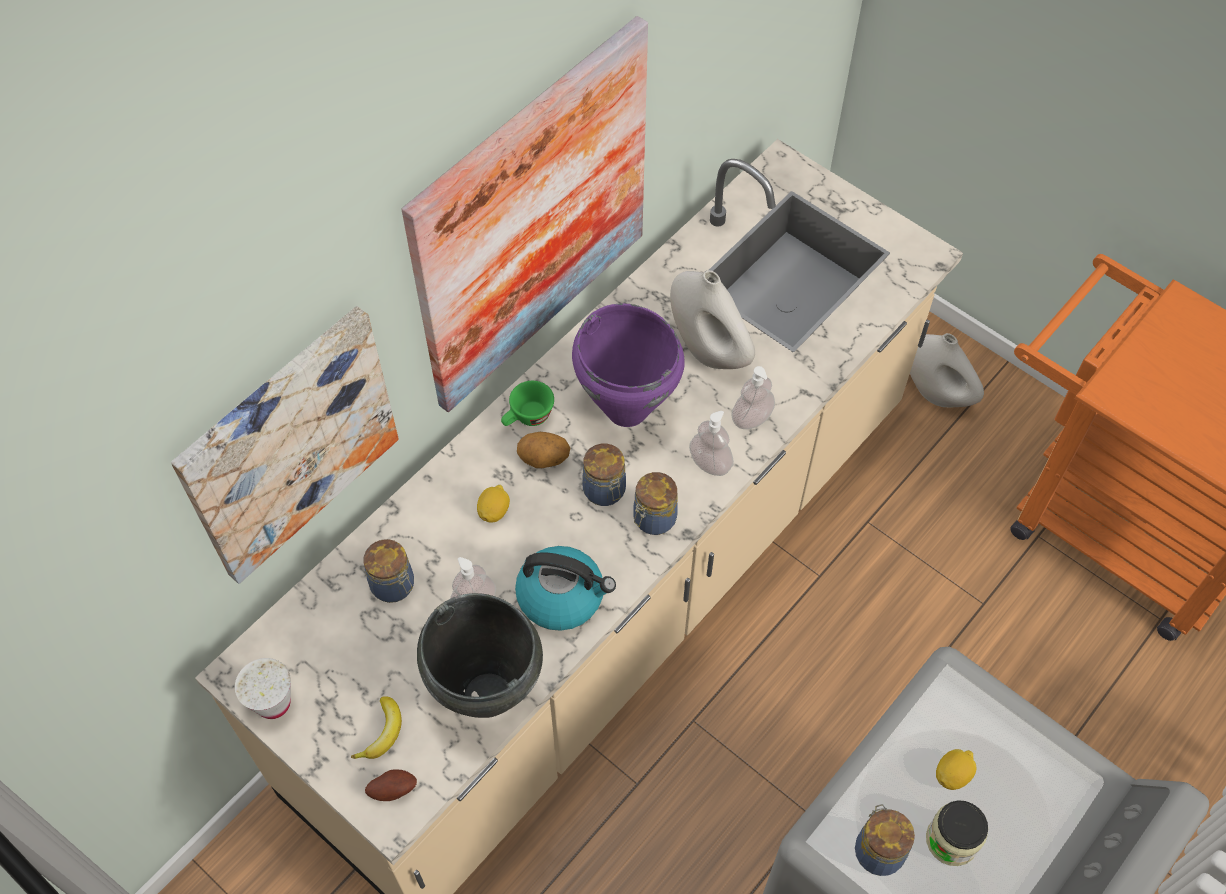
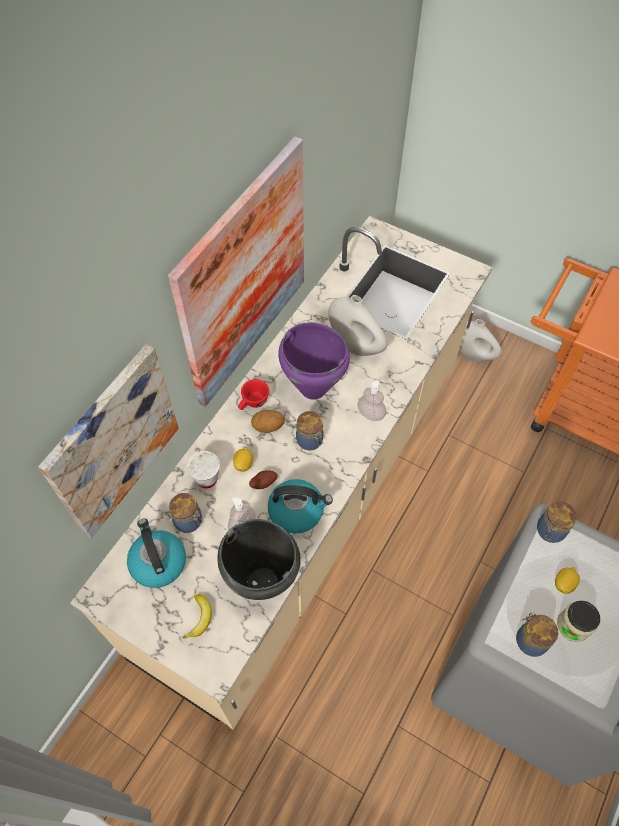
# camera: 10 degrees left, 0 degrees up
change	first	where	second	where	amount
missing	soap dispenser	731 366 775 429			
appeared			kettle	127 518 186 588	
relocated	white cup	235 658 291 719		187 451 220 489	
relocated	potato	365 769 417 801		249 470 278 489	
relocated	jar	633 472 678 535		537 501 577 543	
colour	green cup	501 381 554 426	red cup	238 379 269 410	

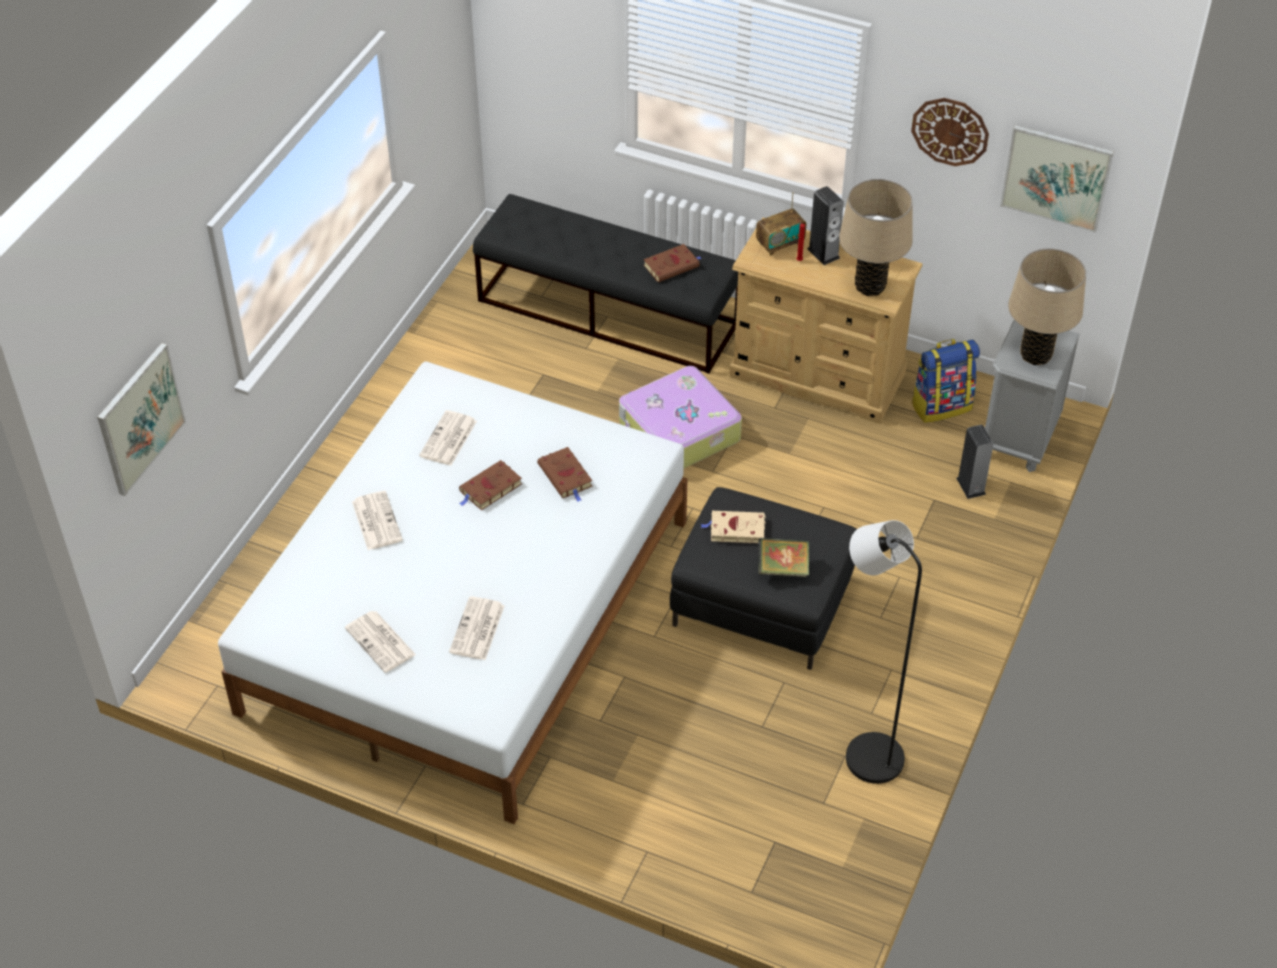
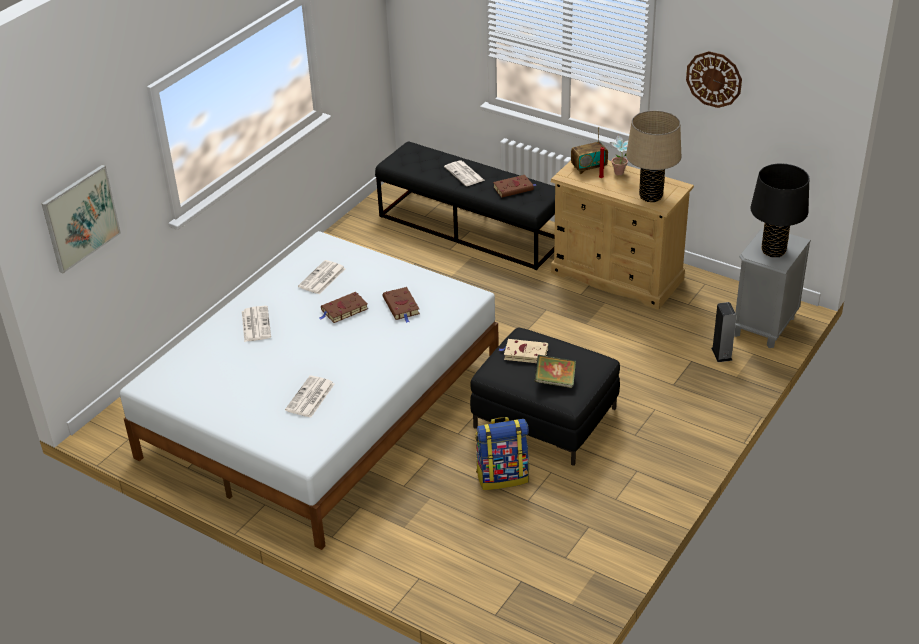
# camera: 10 degrees right, 10 degrees down
change	first	where	second	where	amount
missing	suitcase	619 366 742 468			
missing	black floor lamp	846 520 922 784			
missing	picture	1000 125 1114 233			
relocated	newspaper	345 611 416 673		444 160 485 186	
relocated	backpack	911 339 980 423		476 417 529 490	
exchanged	speaker	807 186 844 265	potted plant	609 133 628 176	
colour	beige table lamp	1008 248 1086 365	black table lamp	750 163 809 257	

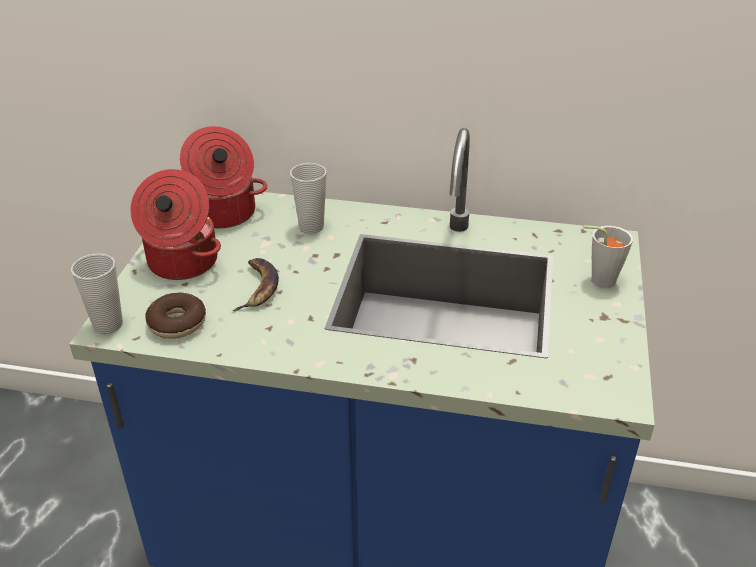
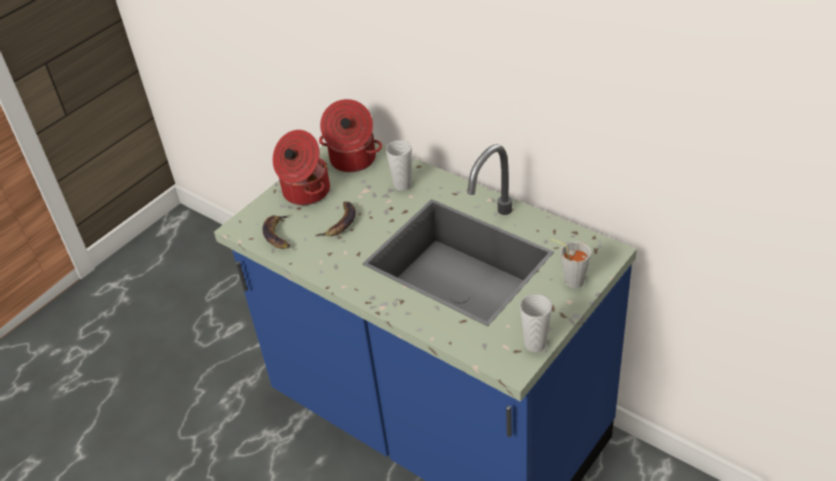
# camera: 30 degrees right, 5 degrees up
change	first	where	second	where	amount
relocated	cup	71 253 123 334		520 294 552 352	
exchanged	donut	145 293 206 339	banana	263 215 290 249	

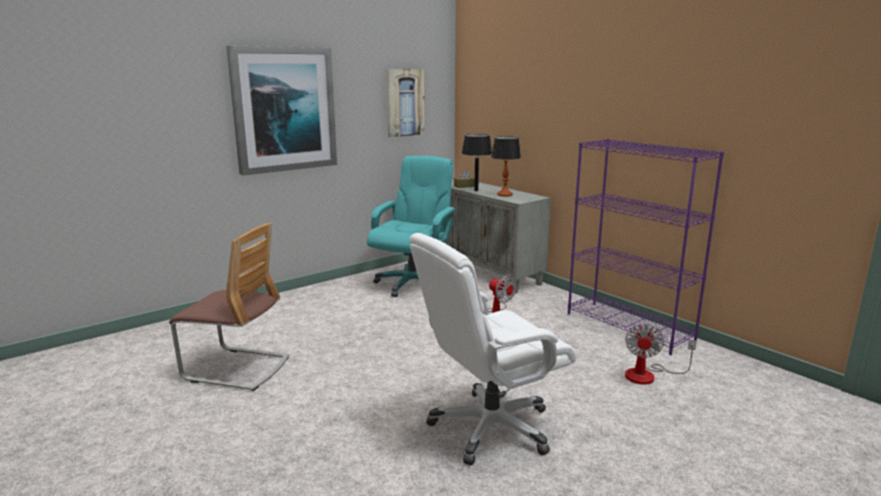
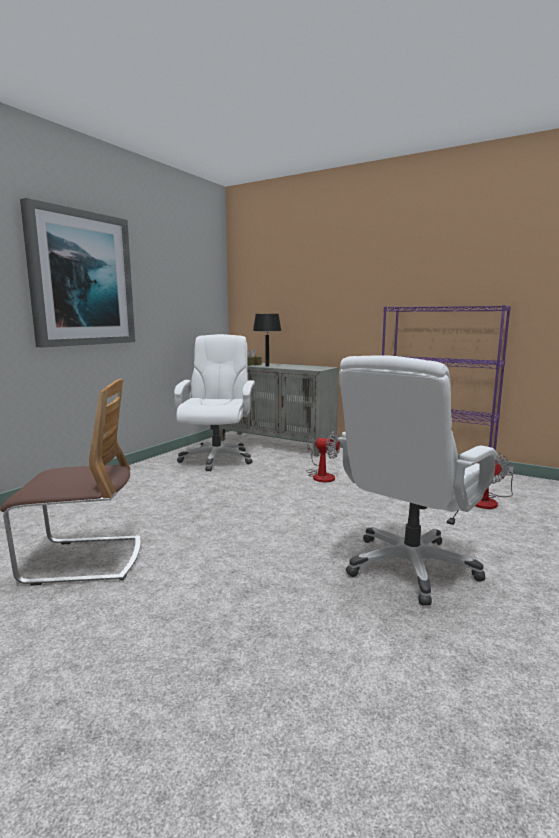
# camera: 20 degrees left, 5 degrees down
change	first	where	second	where	amount
missing	picture	386 69 425 137			
missing	table lamp	491 136 521 196			
colour	turquoise office chair	367 156 456 297	white office chair	174 334 255 471	

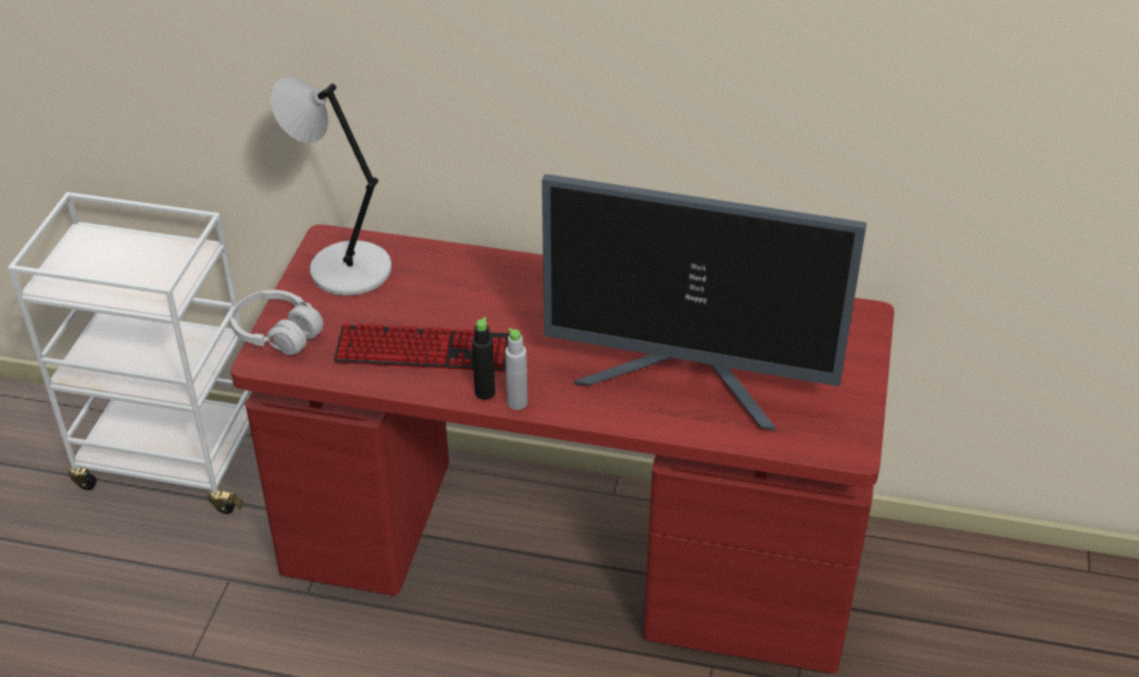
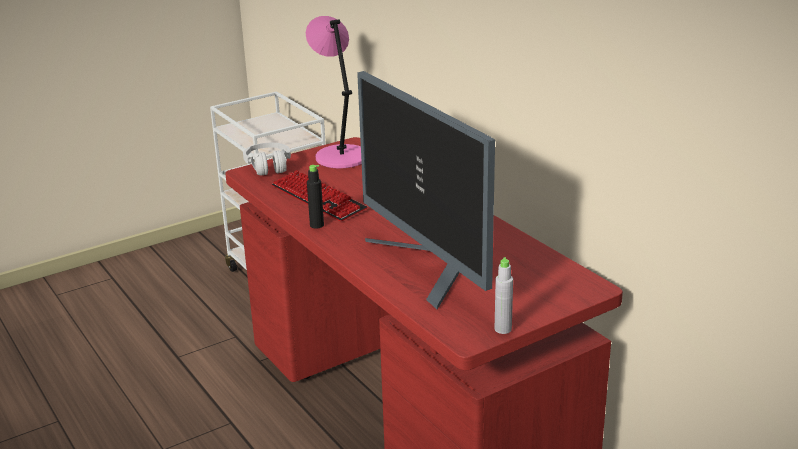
# camera: 45 degrees right, 15 degrees down
change	first	where	second	where	amount
relocated	grey bottle	505 328 528 410		495 257 513 334	
colour	grey table lamp	270 77 392 296	pink table lamp	306 16 362 168	

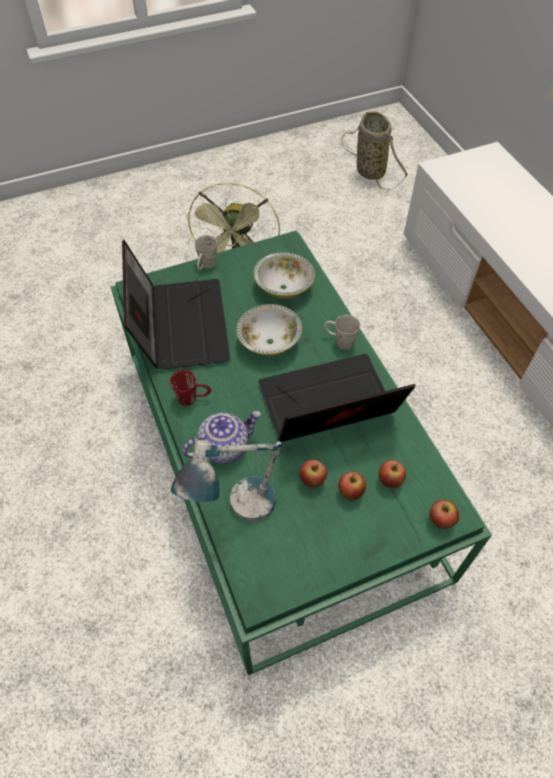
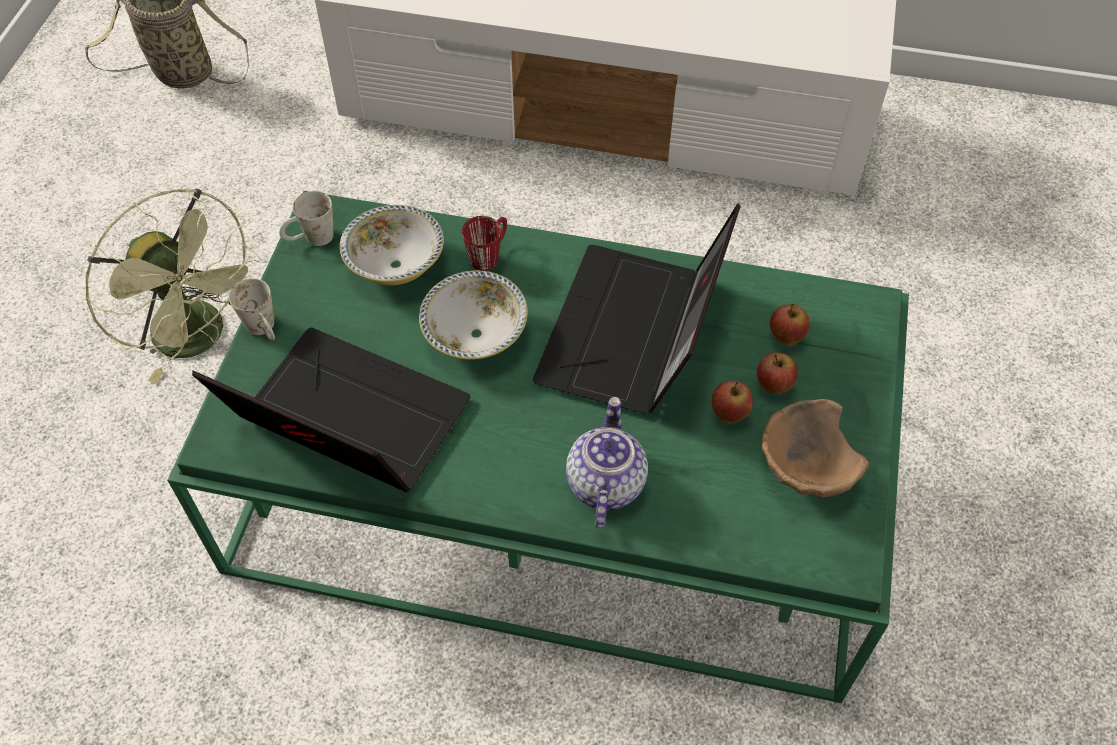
# camera: 55 degrees left, 0 degrees up
change	first	where	second	where	amount
missing	table lamp	171 440 283 522			
missing	apple	429 500 459 529			
appeared			brown bowl	761 399 869 497	
relocated	red mug	170 370 211 406		462 216 507 271	
relocated	white mug	324 315 360 350		279 191 334 246	

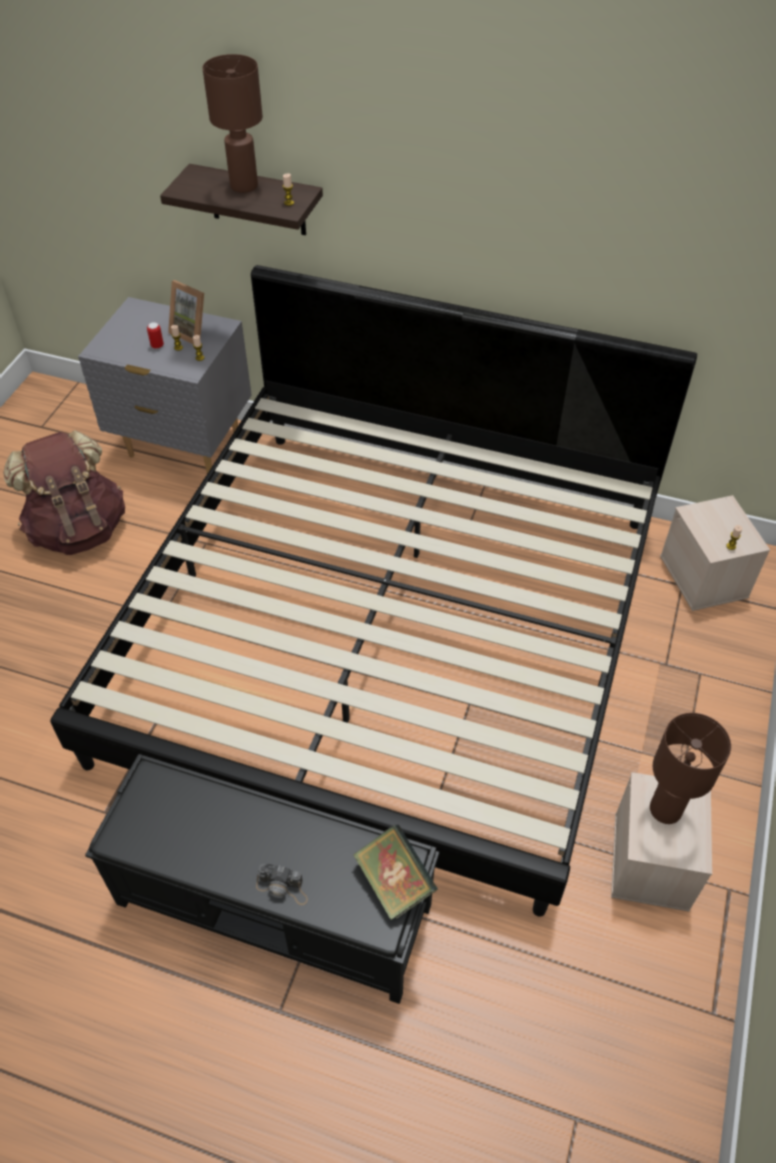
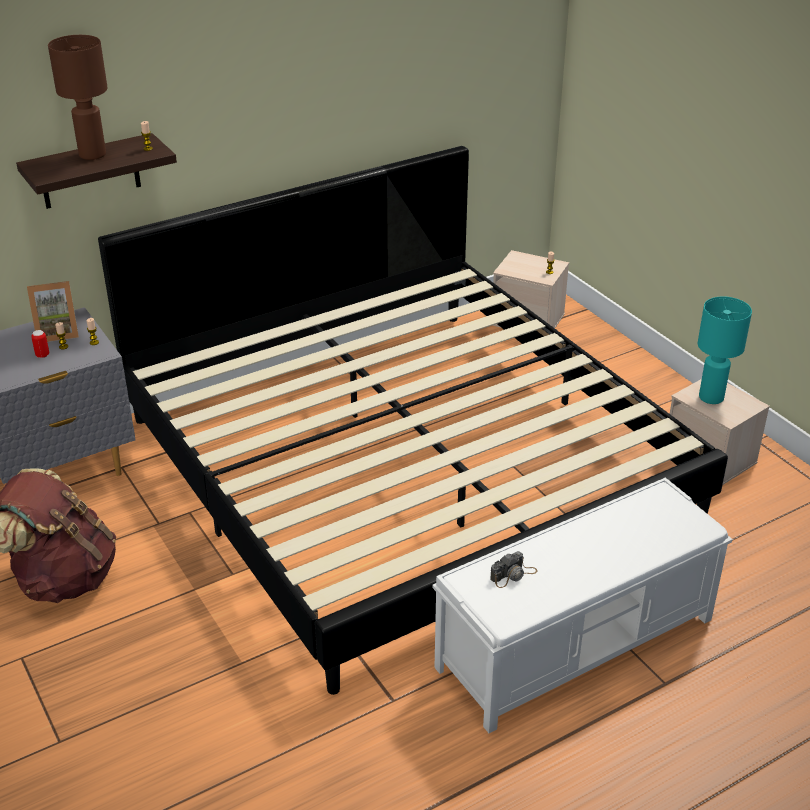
# camera: 50 degrees left, 15 degrees down
change	first	where	second	where	amount
missing	book	353 825 438 920			
relocated	photo camera	256 864 308 905		490 551 537 588	
colour	black bench	85 754 439 1004	white bench	433 478 733 733	
colour	brown table lamp	650 713 731 824	turquoise table lamp	698 296 752 404	

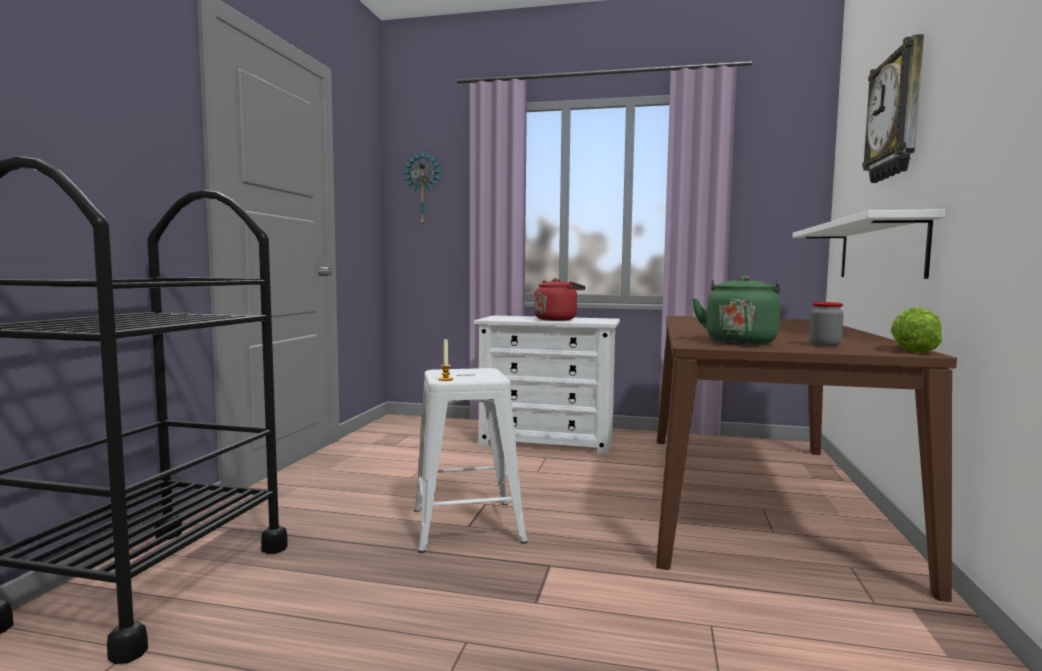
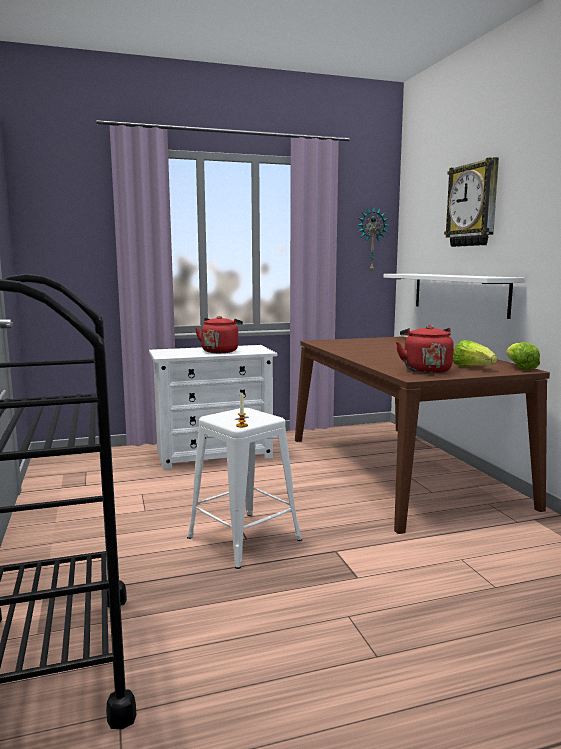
# camera: 30 degrees left, 5 degrees up
change	first	where	second	where	amount
relocated	wall clock	404 151 442 226		358 208 389 271	
exchanged	jar	809 302 844 347	lettuce	453 340 497 367	
colour	green kettle	692 275 780 345	red kettle	396 325 454 374	

